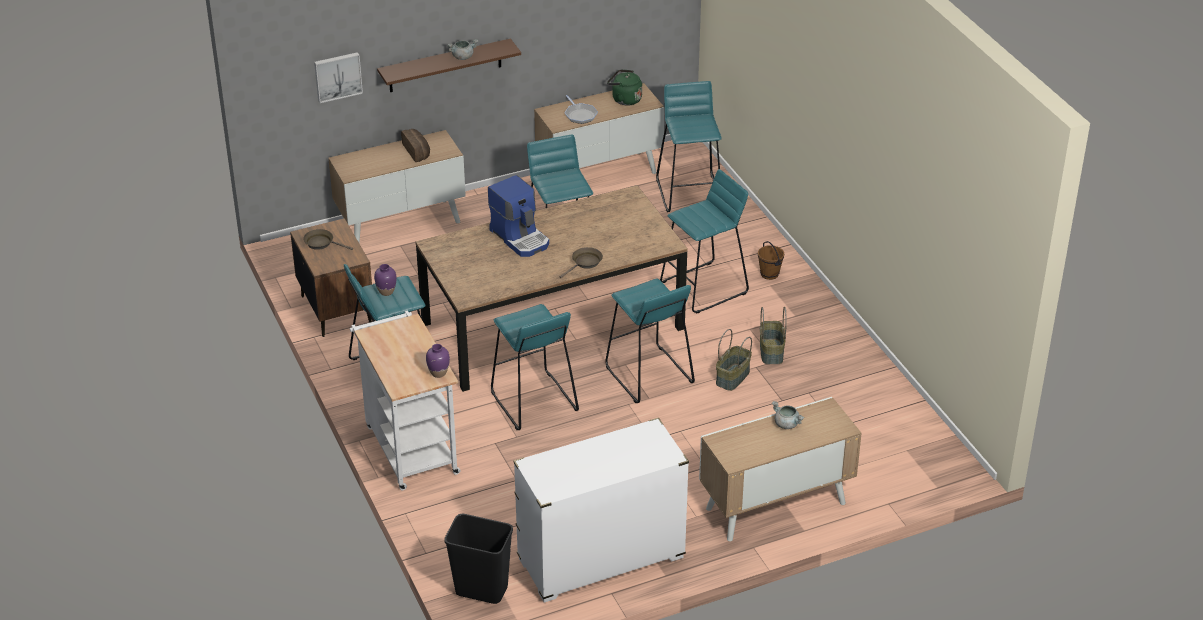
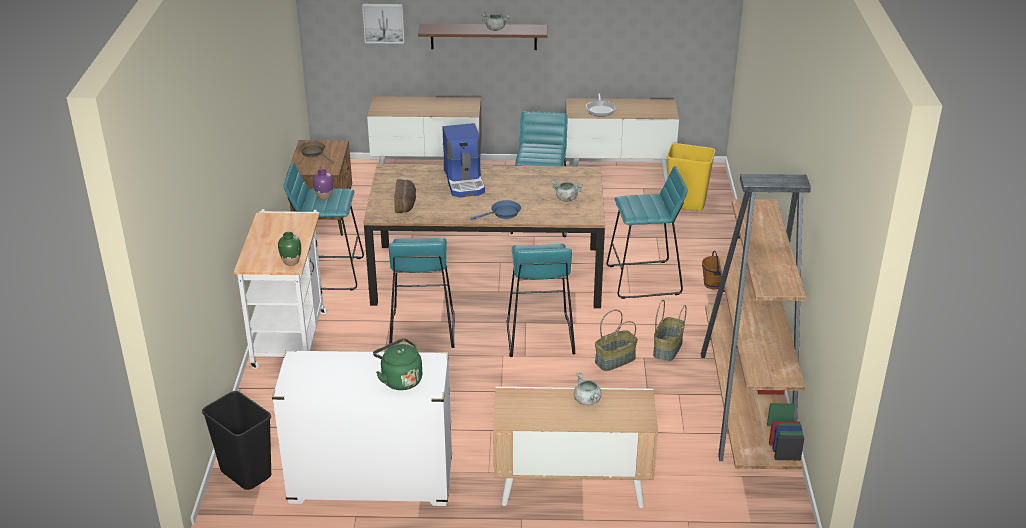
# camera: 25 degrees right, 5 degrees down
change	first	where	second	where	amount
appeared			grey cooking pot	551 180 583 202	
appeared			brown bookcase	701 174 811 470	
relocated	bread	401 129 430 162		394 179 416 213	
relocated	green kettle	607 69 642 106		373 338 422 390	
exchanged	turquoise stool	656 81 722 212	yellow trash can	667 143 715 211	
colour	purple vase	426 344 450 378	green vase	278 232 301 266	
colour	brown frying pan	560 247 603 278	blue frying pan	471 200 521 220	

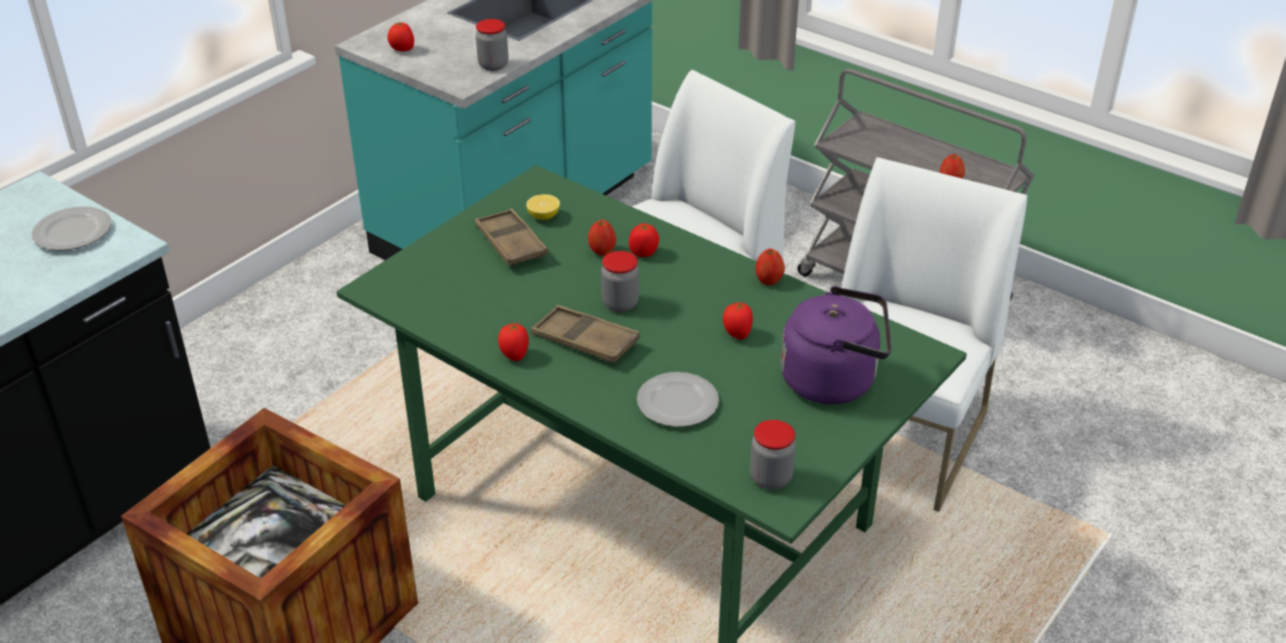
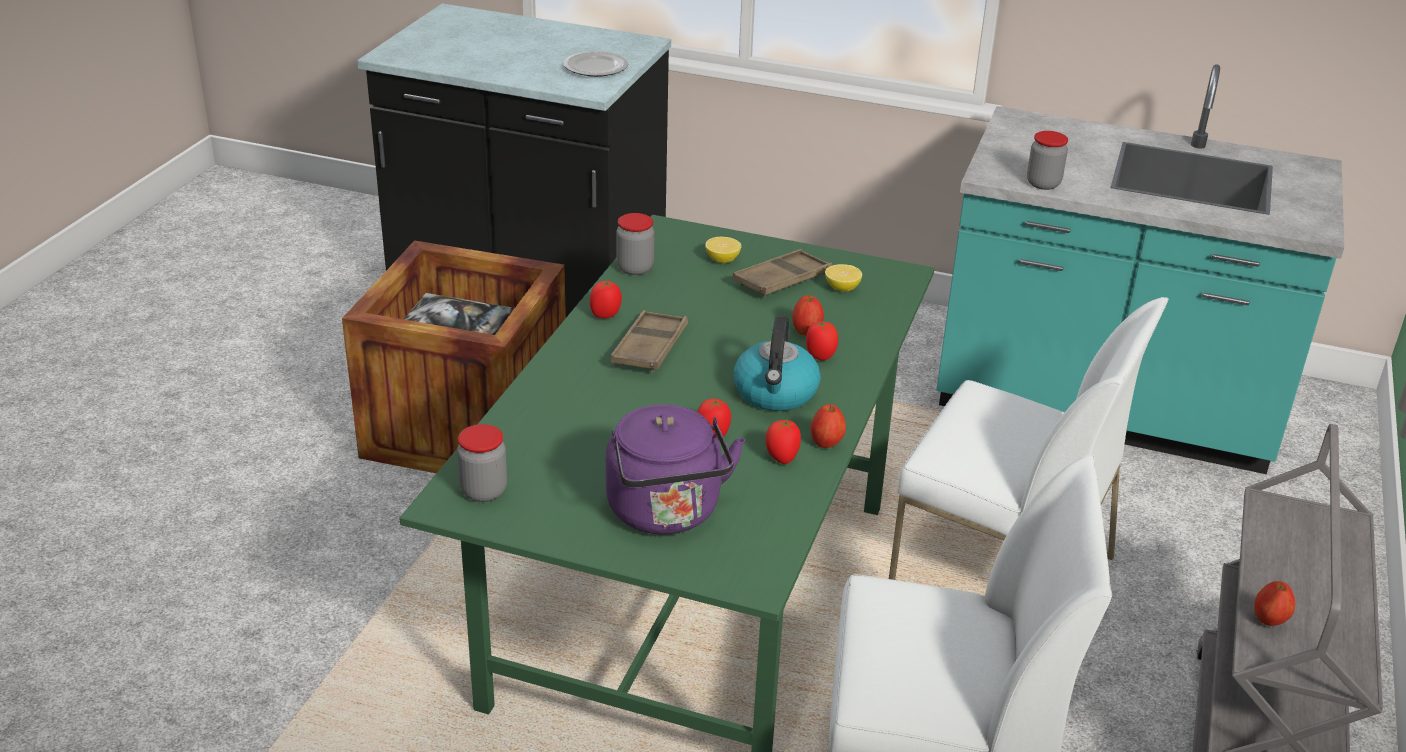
# camera: 70 degrees right, 5 degrees down
change	first	where	second	where	amount
missing	plate	637 372 719 427			
appeared			lemon	705 237 741 263	
appeared			kettle	734 316 821 411	
relocated	tomato	387 22 414 51		765 420 801 464	
relocated	jar	601 251 639 312		616 213 654 275	

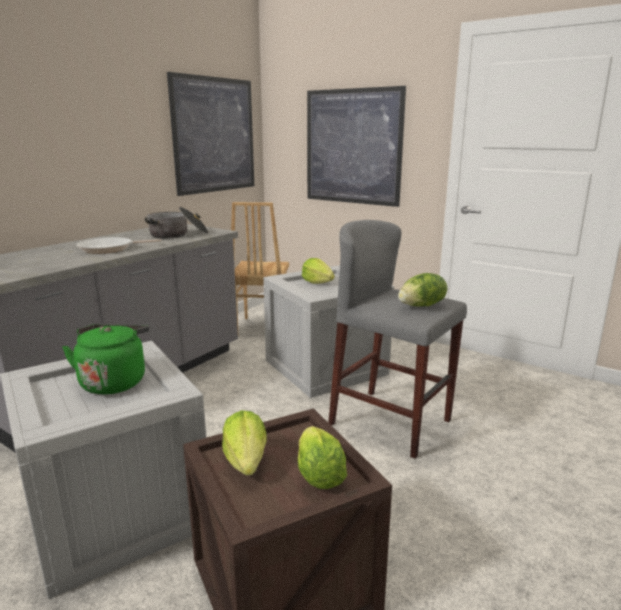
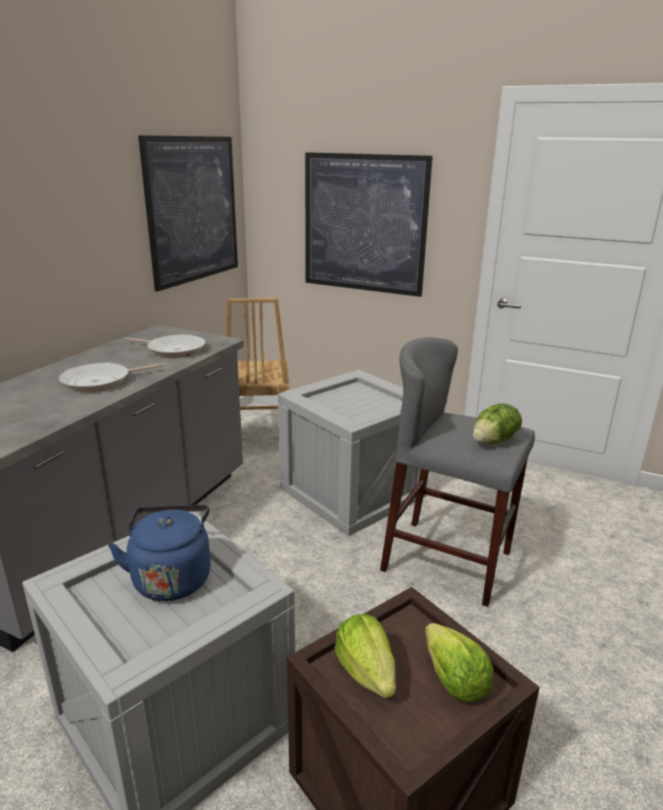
# camera: 10 degrees left, 5 degrees up
change	first	where	second	where	amount
missing	lettuce	302 258 335 284			
exchanged	cooking pot	145 207 208 239	frying pan	125 334 205 357	
colour	green kettle	62 324 149 395	blue kettle	108 505 211 601	

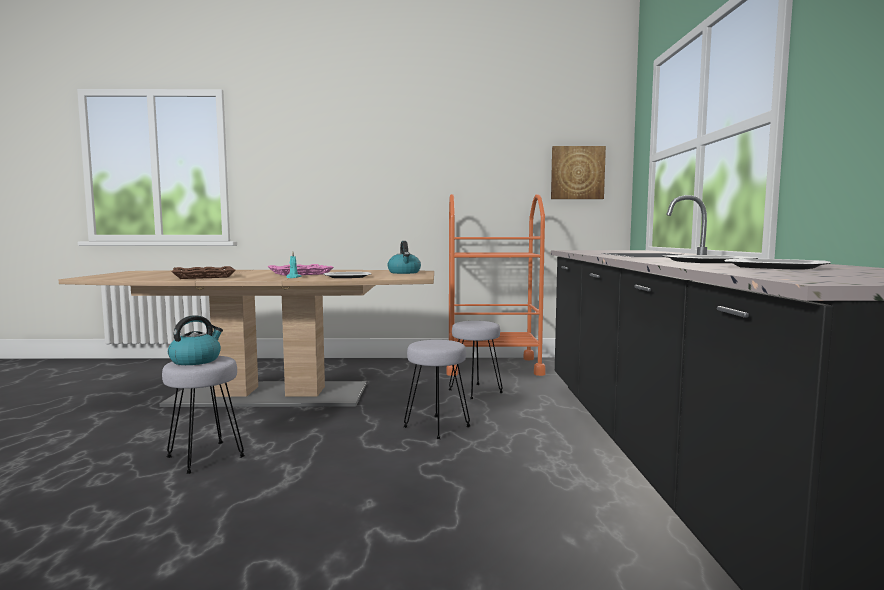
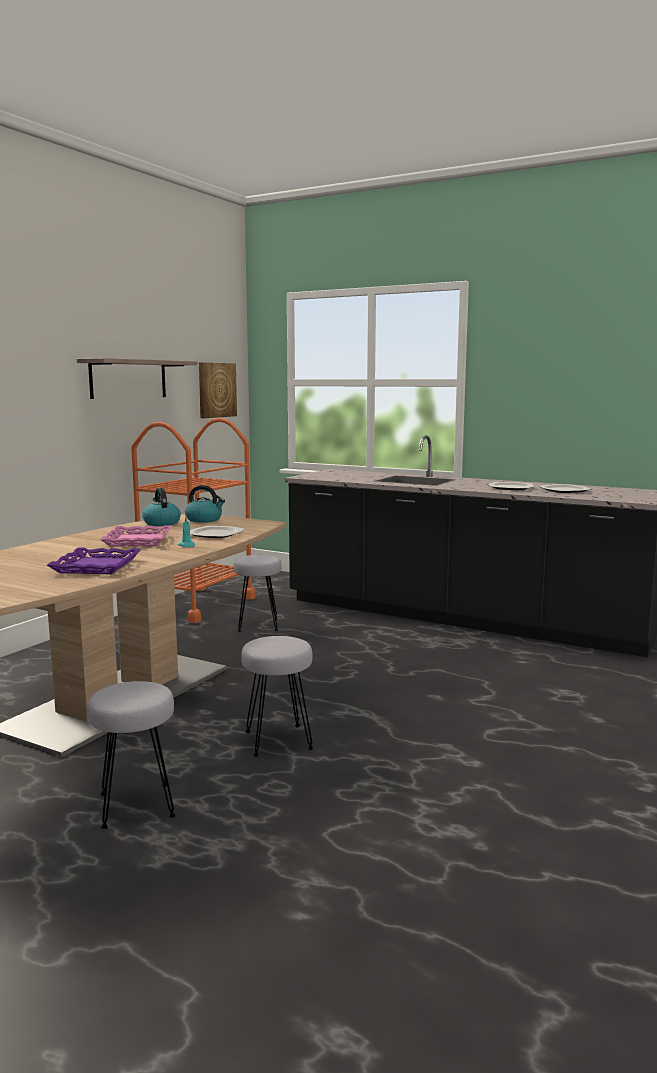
# camera: 60 degrees left, 5 degrees up
change	first	where	second	where	amount
appeared			shelf	77 358 197 399	
relocated	kettle	168 315 223 365		142 488 181 526	
relocated	grey stool	403 340 471 439		87 681 176 829	
colour	brown tray	172 266 235 279	purple tray	47 547 141 574	

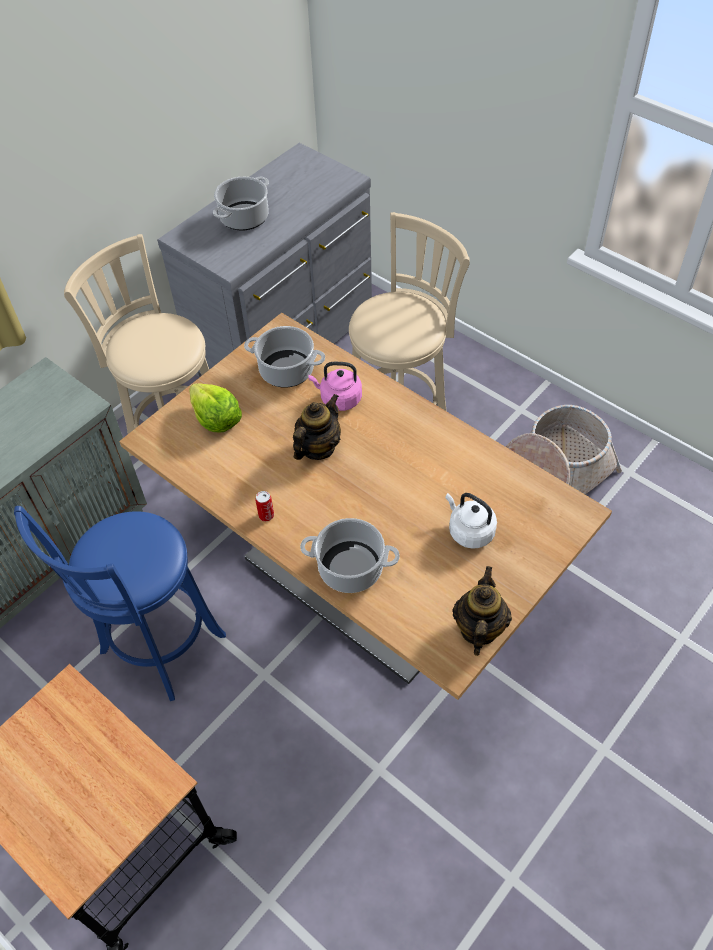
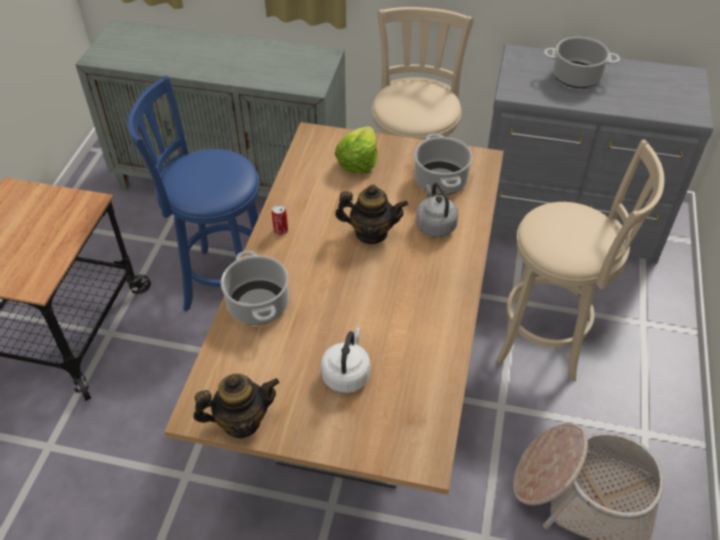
# camera: 60 degrees right, 5 degrees down
change	first	where	second	where	amount
colour	pink kettle	308 362 362 411	grey kettle	416 183 458 237	

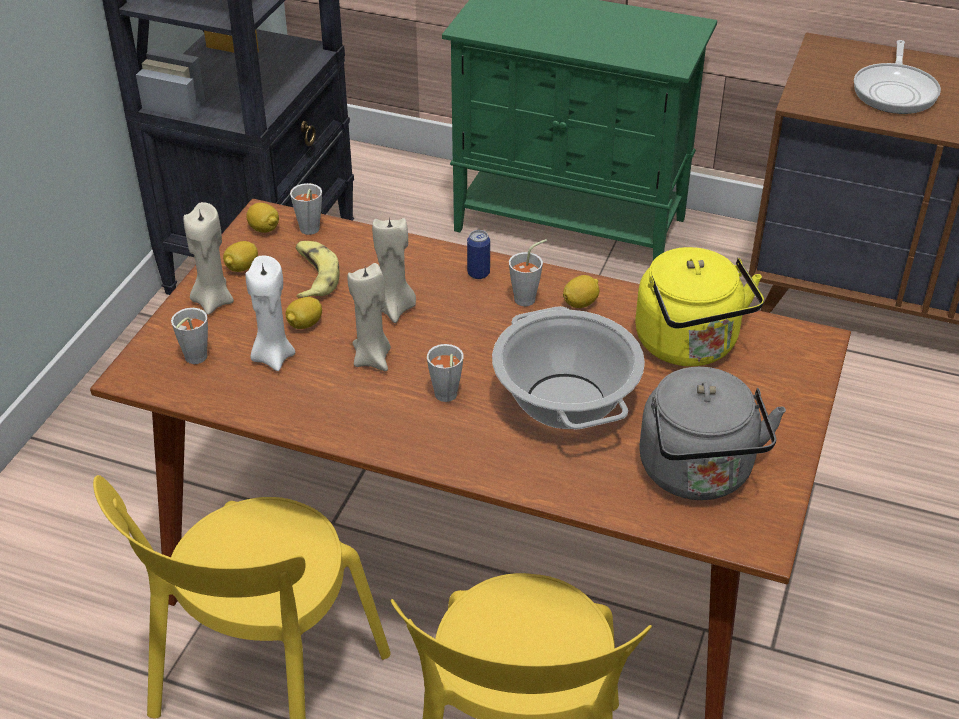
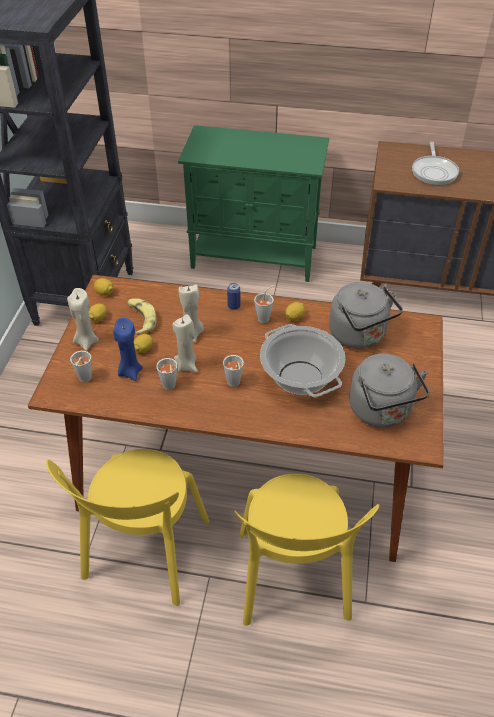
# camera: 10 degrees left, 5 degrees up
change	first	where	second	where	amount
relocated	grey cup	290 183 322 235		156 358 177 390	
colour	white candle	245 255 295 371	blue candle	113 318 143 381	
colour	yellow kettle	635 247 764 366	grey kettle	329 282 403 349	

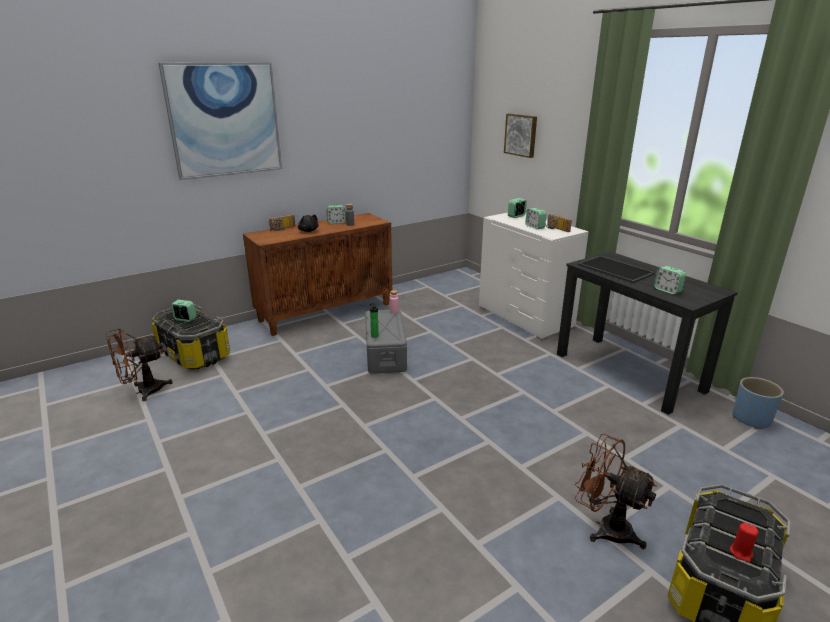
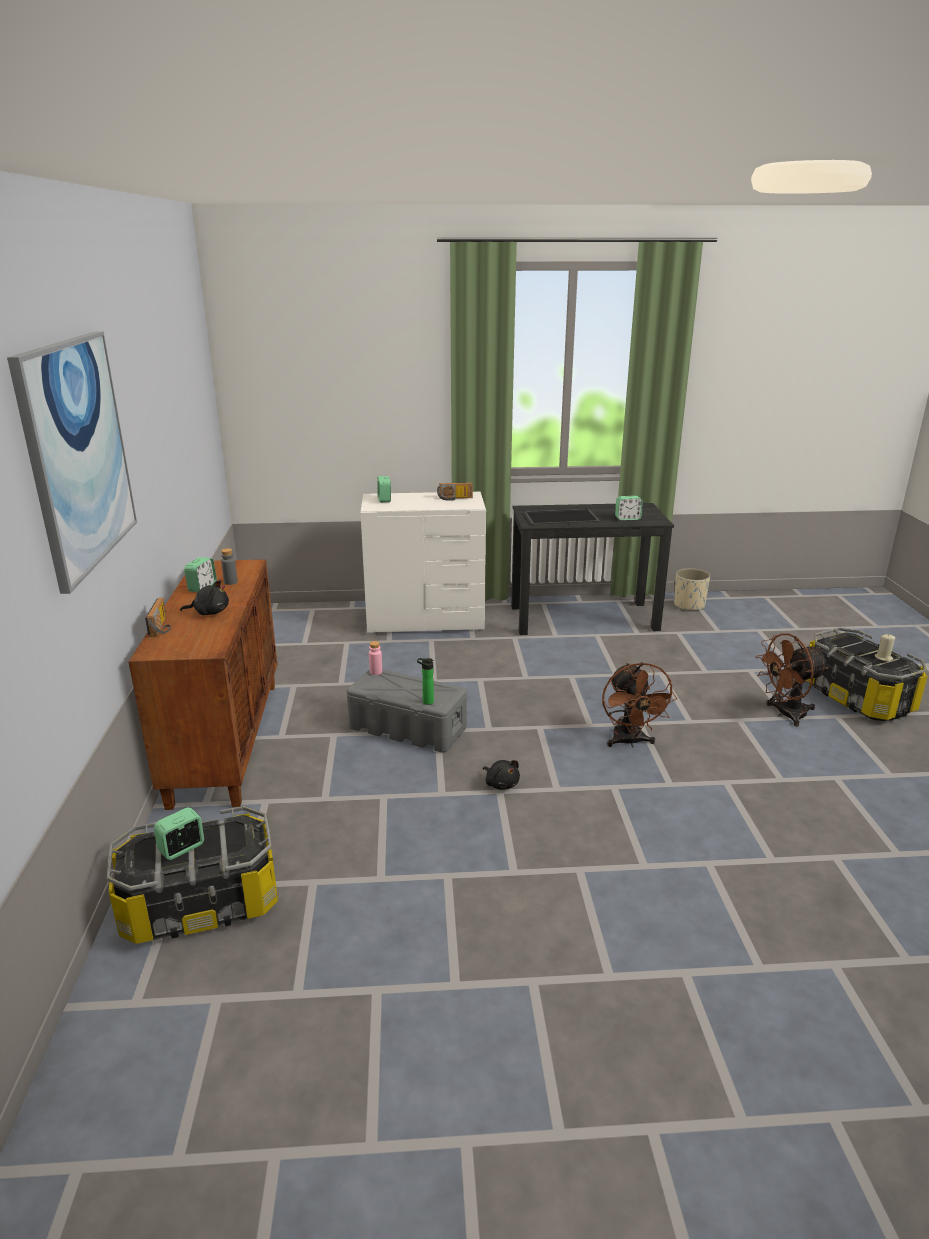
# camera: 60 degrees left, 0 degrees up
change	first	where	second	where	amount
missing	picture	504 114 537 158			
missing	alarm clock	525 208 546 229			
appeared			black plush toy	483 760 520 790	
relocated	brown fan	106 328 173 401		602 662 677 747	
colour	red candle	730 522 759 563	beige candle	874 634 895 662	
colour	blue planter	733 377 784 429	beige planter	674 568 710 610	

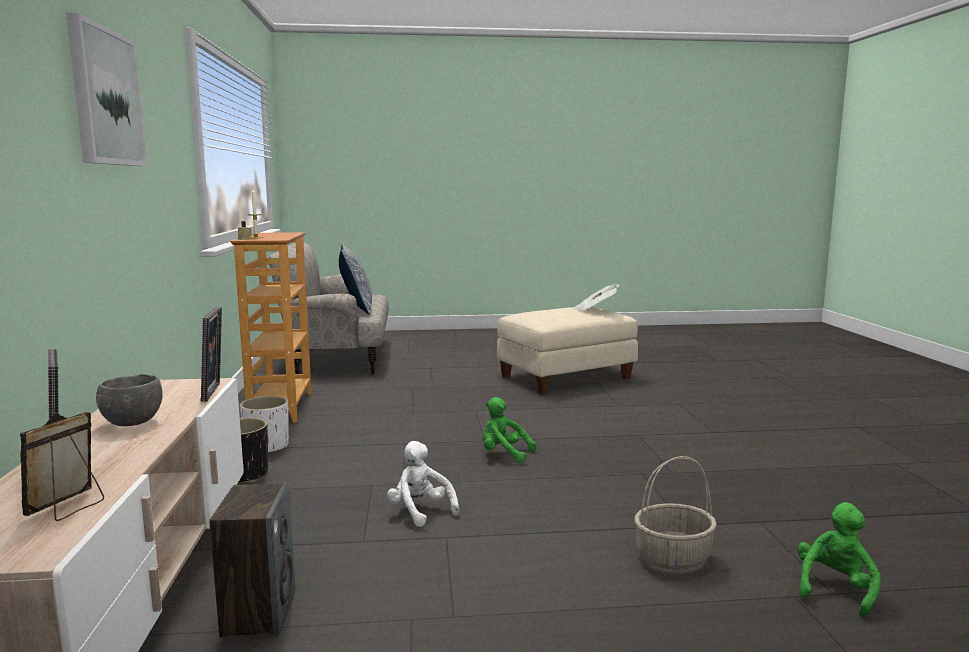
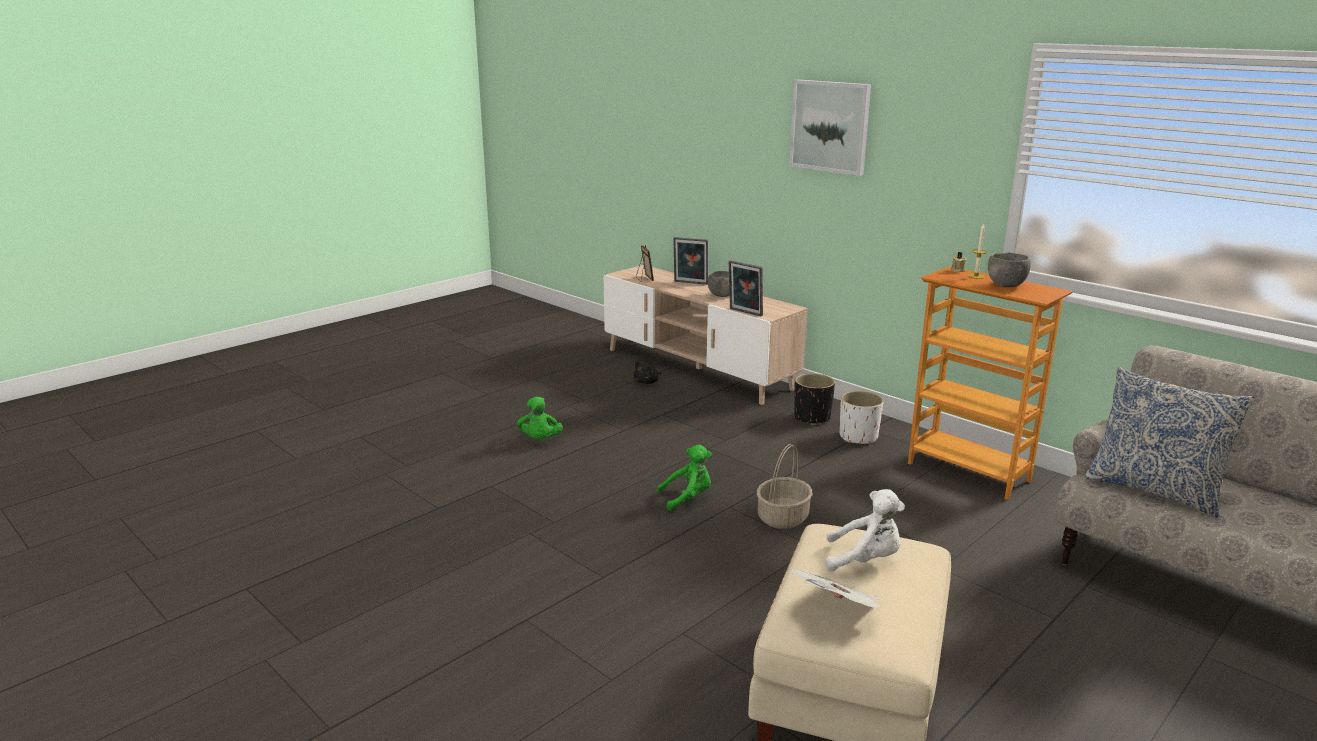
# camera: 140 degrees right, 10 degrees up
change	first	where	second	where	amount
appeared			grey bowl	988 252 1031 287	
relocated	white plush toy	387 441 459 527		825 489 905 572	
relocated	basket	635 456 717 570		757 444 812 529	
relocated	green plush toy	797 502 881 618		517 397 563 439	
exchanged	speaker	209 482 295 637	black plush toy	634 362 661 384	

